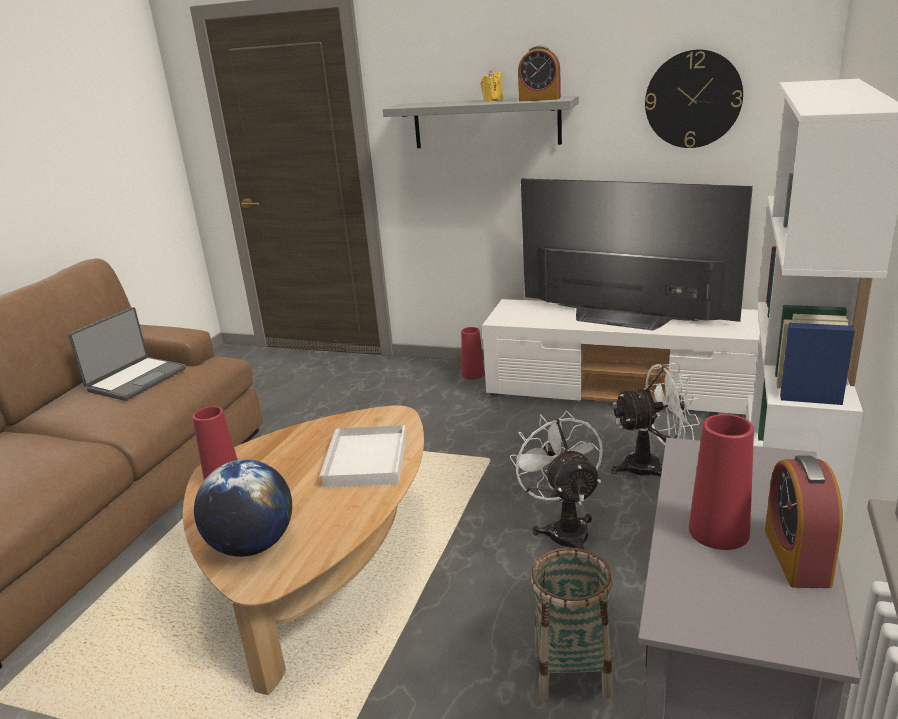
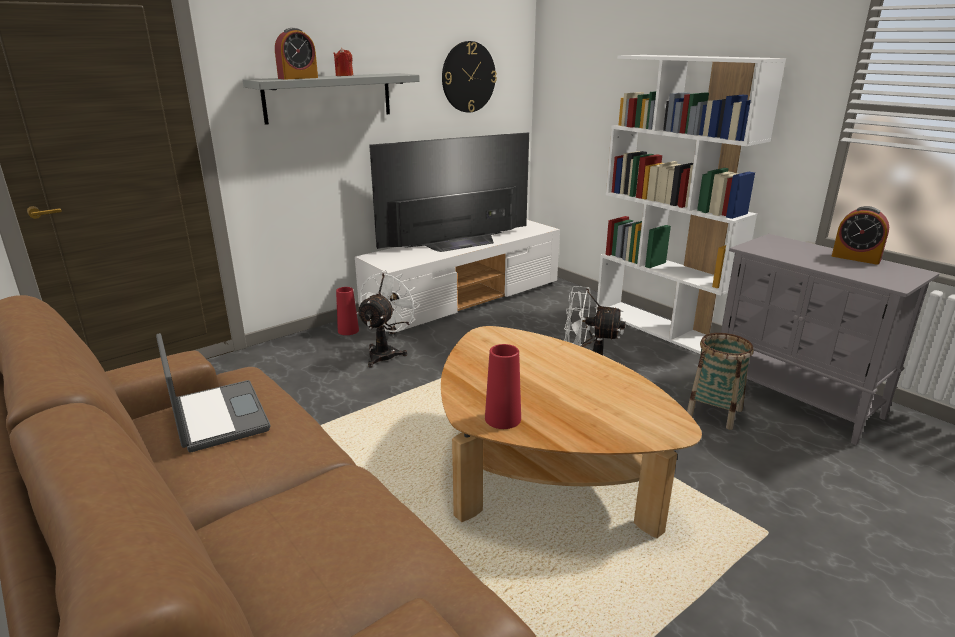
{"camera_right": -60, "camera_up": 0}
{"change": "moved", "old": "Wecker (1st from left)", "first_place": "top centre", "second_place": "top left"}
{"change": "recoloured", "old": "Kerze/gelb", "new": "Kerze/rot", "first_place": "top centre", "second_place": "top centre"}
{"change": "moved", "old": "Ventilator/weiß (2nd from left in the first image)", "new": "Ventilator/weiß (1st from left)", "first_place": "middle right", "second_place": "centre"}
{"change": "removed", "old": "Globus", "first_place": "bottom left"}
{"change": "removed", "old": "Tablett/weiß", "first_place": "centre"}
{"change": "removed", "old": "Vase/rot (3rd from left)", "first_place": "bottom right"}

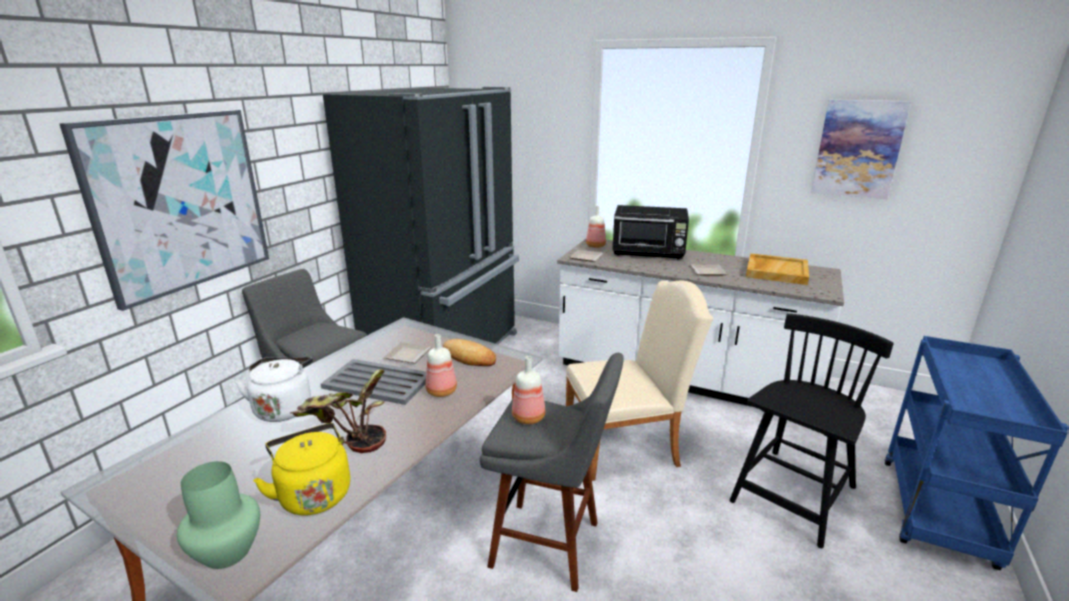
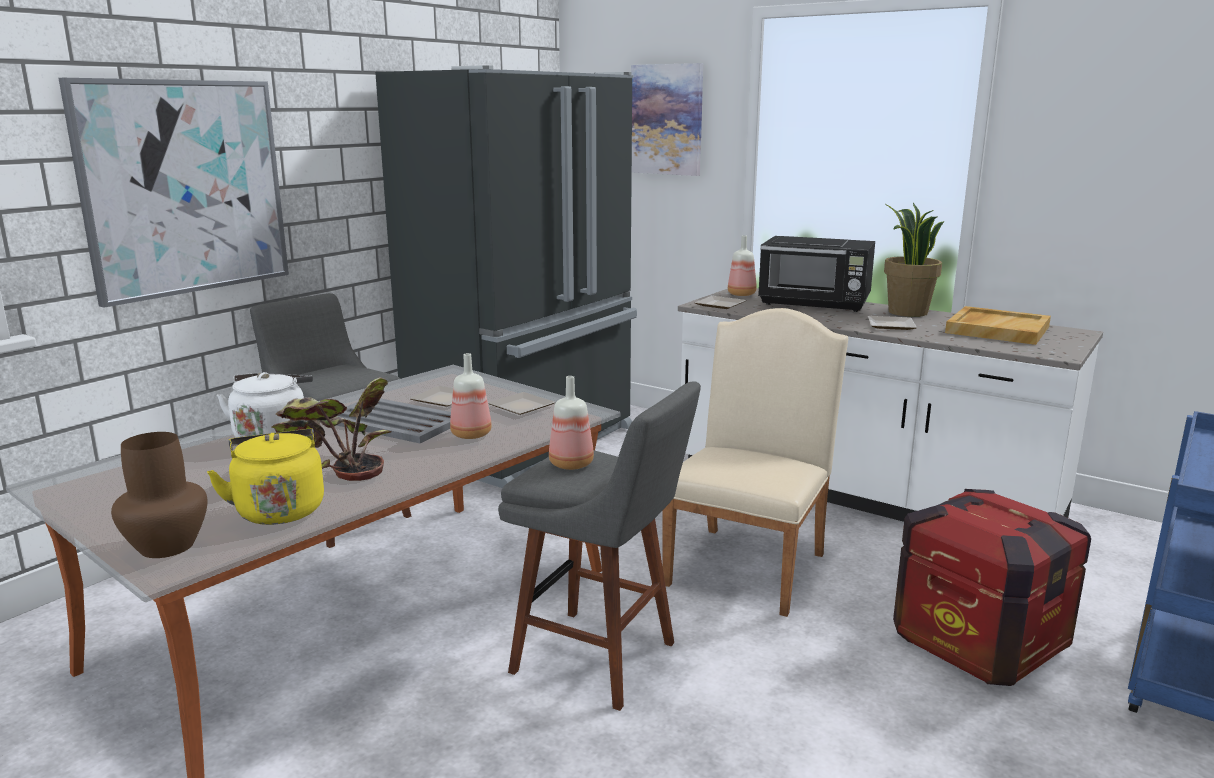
{"camera_right": 10, "camera_up": -5}
{"change": "recoloured", "old": "Vase/grün", "new": "Vase/braun", "first_place": "bottom left", "second_place": "middle left"}
{"change": "replaced", "old": "Brot", "new": "Teller (2nd from left)", "first_place": "centre", "second_place": "centre"}
{"change": "moved", "old": "Bild (2nd from left)", "first_place": "top right", "second_place": "top centre"}
{"change": "turned", "old": "Stuhl/beige", "first_place": "centre", "second_place": "centre", "degrees": -60}
{"change": "added", "new": "Topfpflanze (2nd from left)", "second_place": "middle right"}
{"change": "replaced", "old": "Stuhl/schwarz", "new": "Kiste", "first_place": "bottom right", "second_place": "bottom right"}

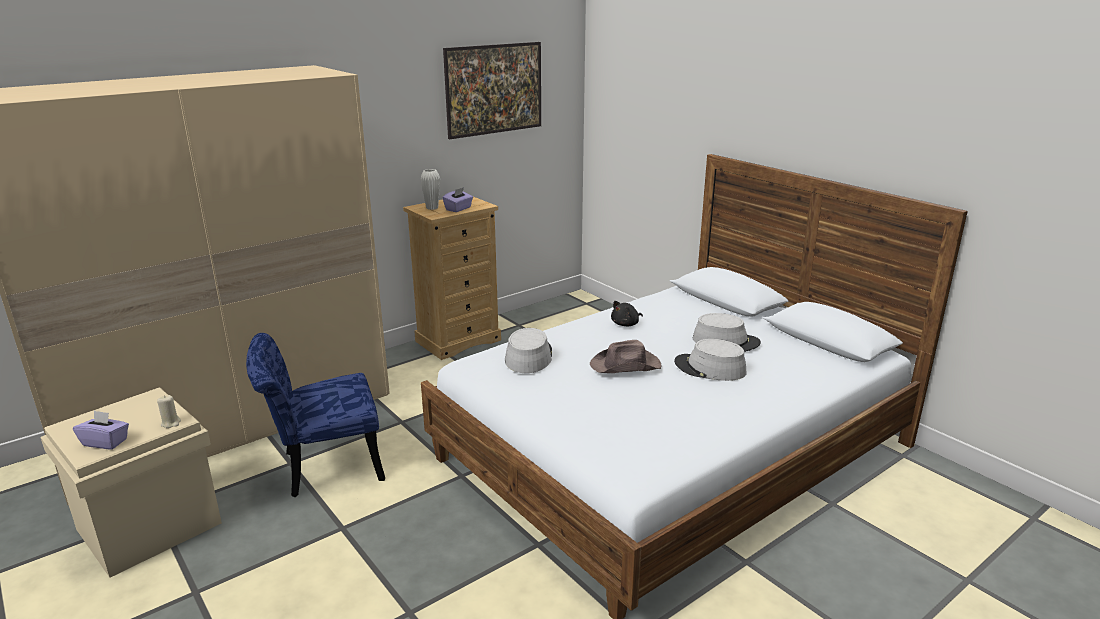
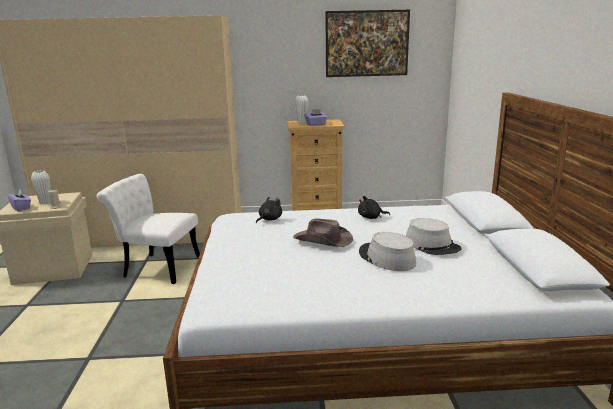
{"camera_right": 35, "camera_up": -5}
{"change": "added", "new": "Vase/weiß (1st from left)", "second_place": "middle left"}
{"change": "recoloured", "old": "Stuhl/blau", "new": "Stuhl/weiß", "first_place": "bottom left", "second_place": "middle left"}
{"change": "replaced", "old": "Hut/grau (1st from left)", "new": "Plüschtier/schwarz (1st from left)", "first_place": "centre", "second_place": "centre"}

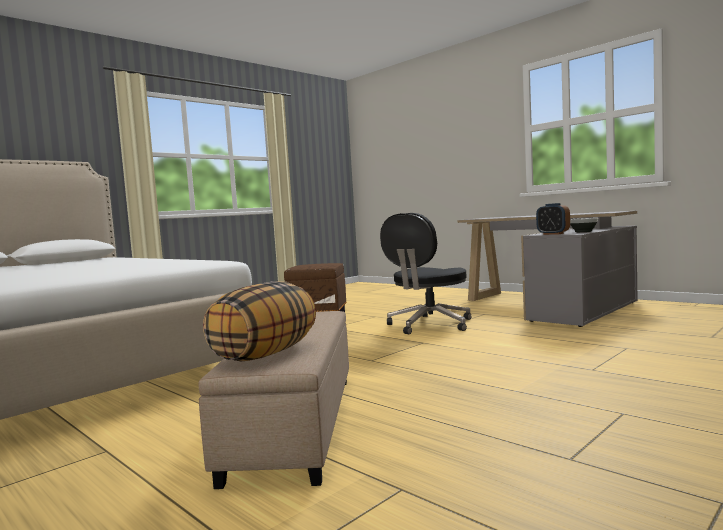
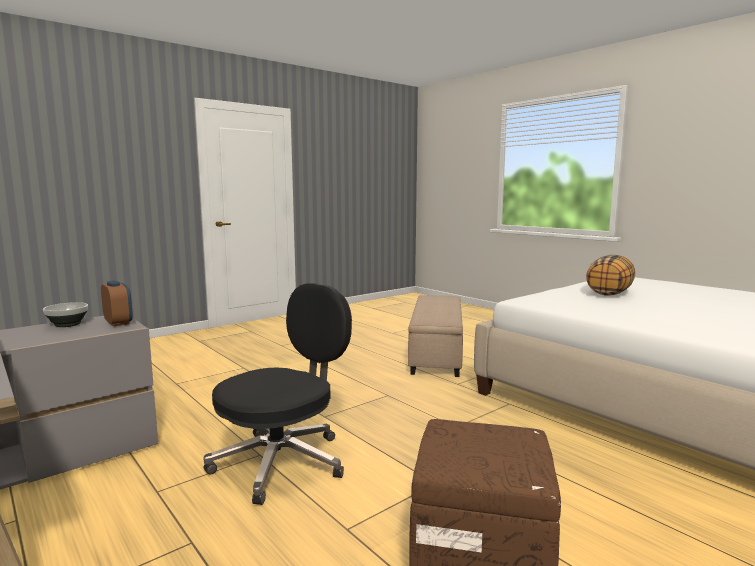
{"camera_right": -175, "camera_up": 5}
{"change": "moved", "old": "Kissen", "first_place": "centre", "second_place": "middle right"}

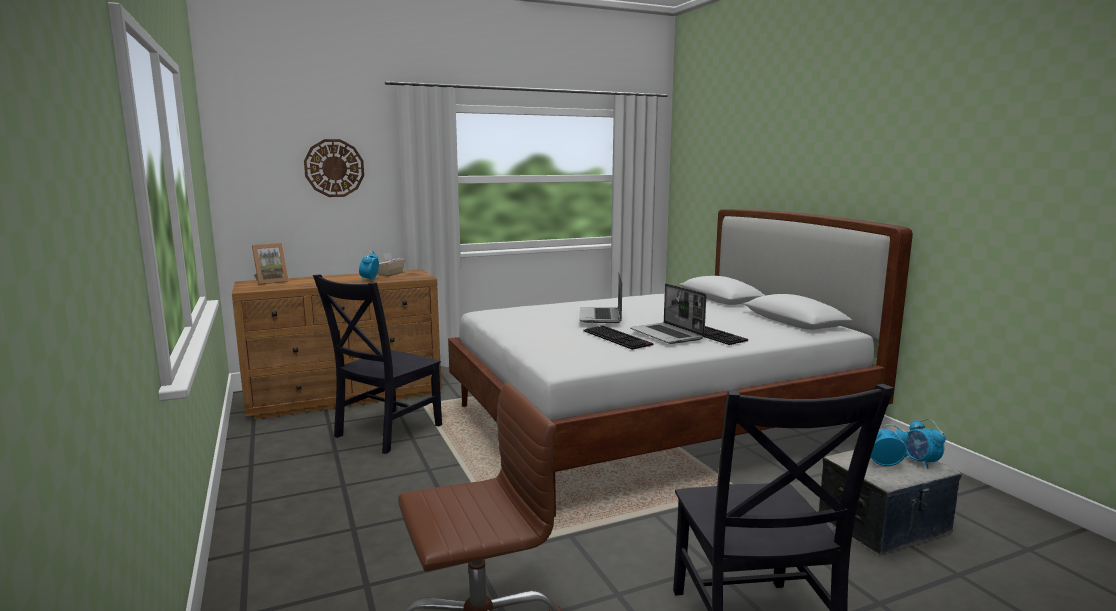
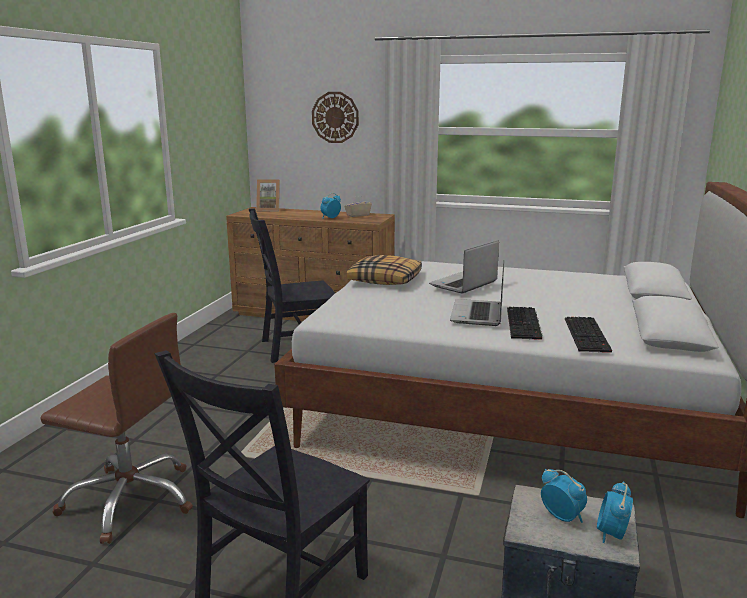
{"camera_right": 40, "camera_up": 5}
{"change": "added", "new": "Kissen", "second_place": "centre"}
{"change": "moved", "old": "Tastatur (1st from left in the first image)", "new": "Tastatur (2nd from left)", "first_place": "centre", "second_place": "middle right"}

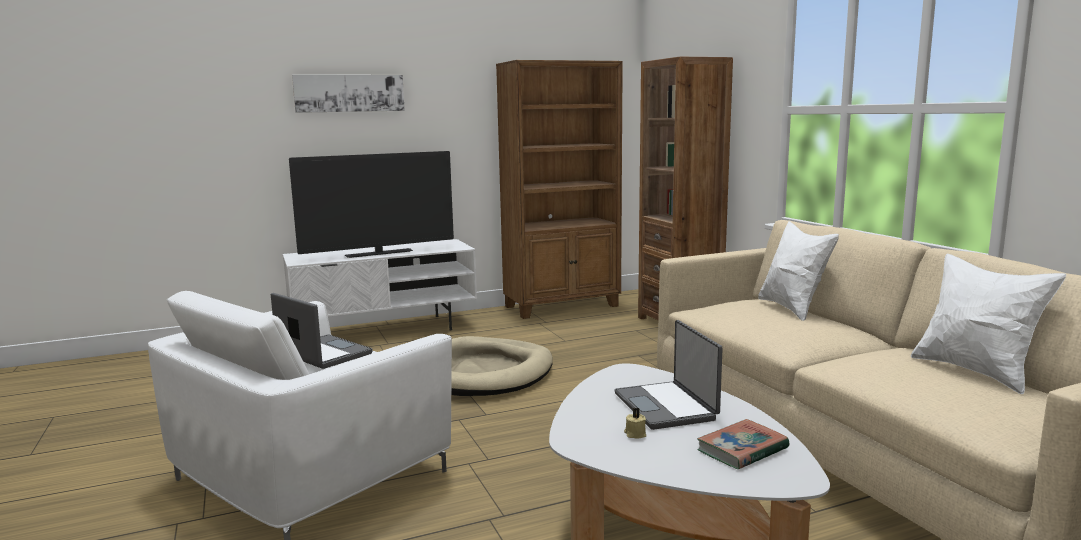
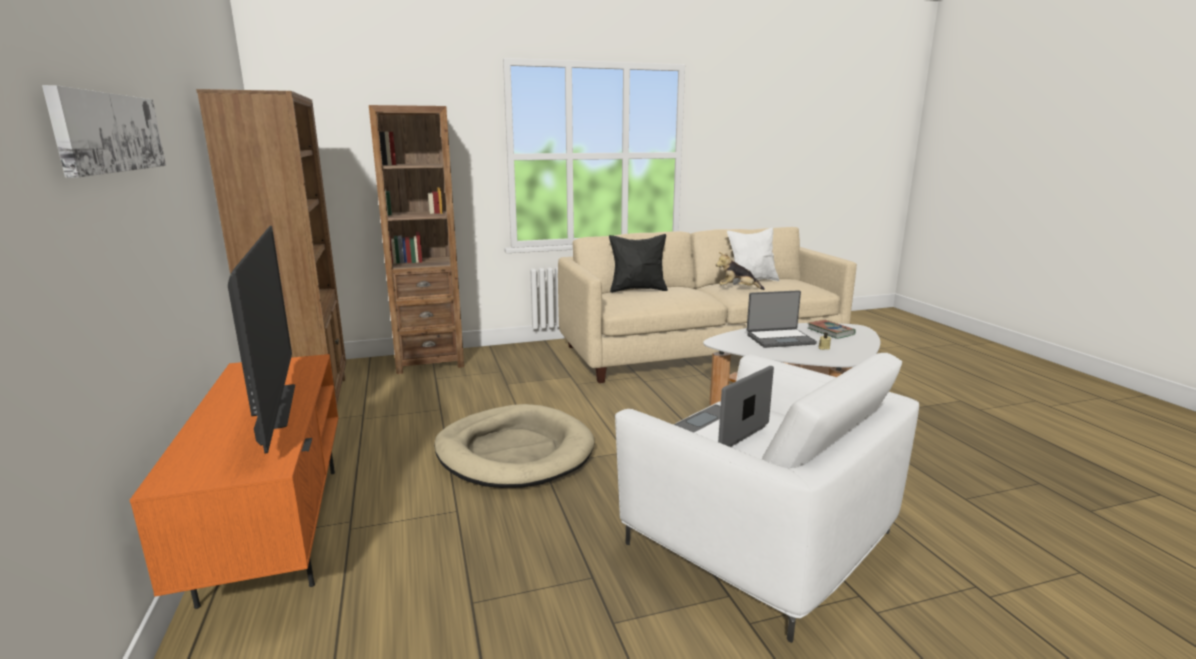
{"camera_right": -85, "camera_up": 5}
{"change": "recoloured", "old": "Fernsehschrank/weiß", "new": "Fernsehschrank/orange", "first_place": "centre", "second_place": "bottom left"}
{"change": "recoloured", "old": "Kissen/weiß (1st from left)", "new": "Kissen/schwarz", "first_place": "middle right", "second_place": "centre"}
{"change": "added", "new": "Plüschtier", "second_place": "centre"}

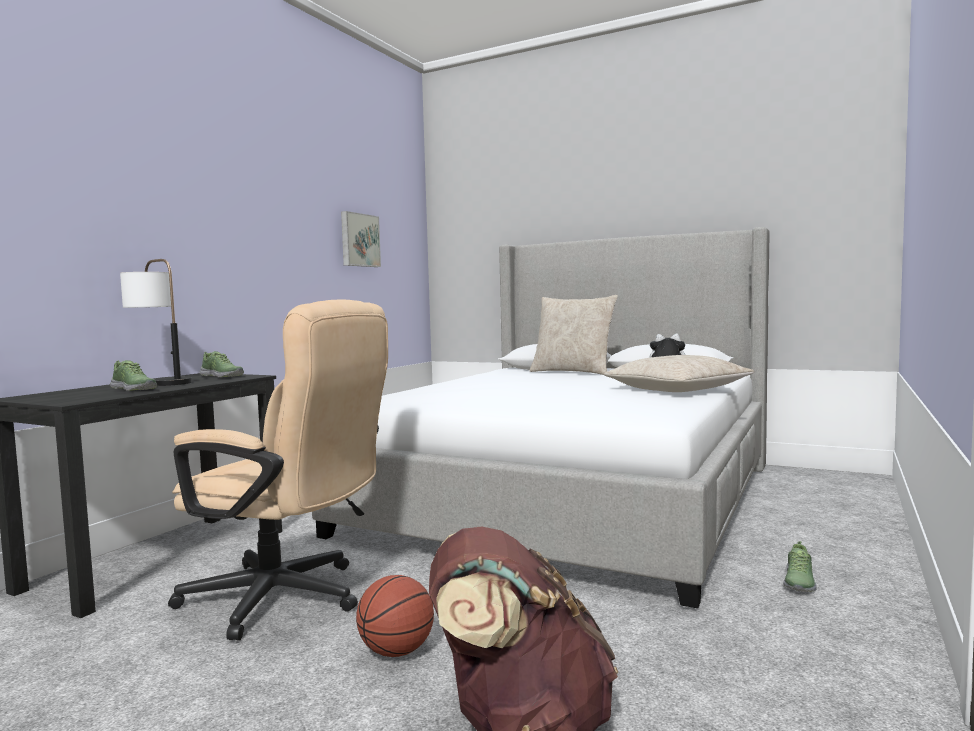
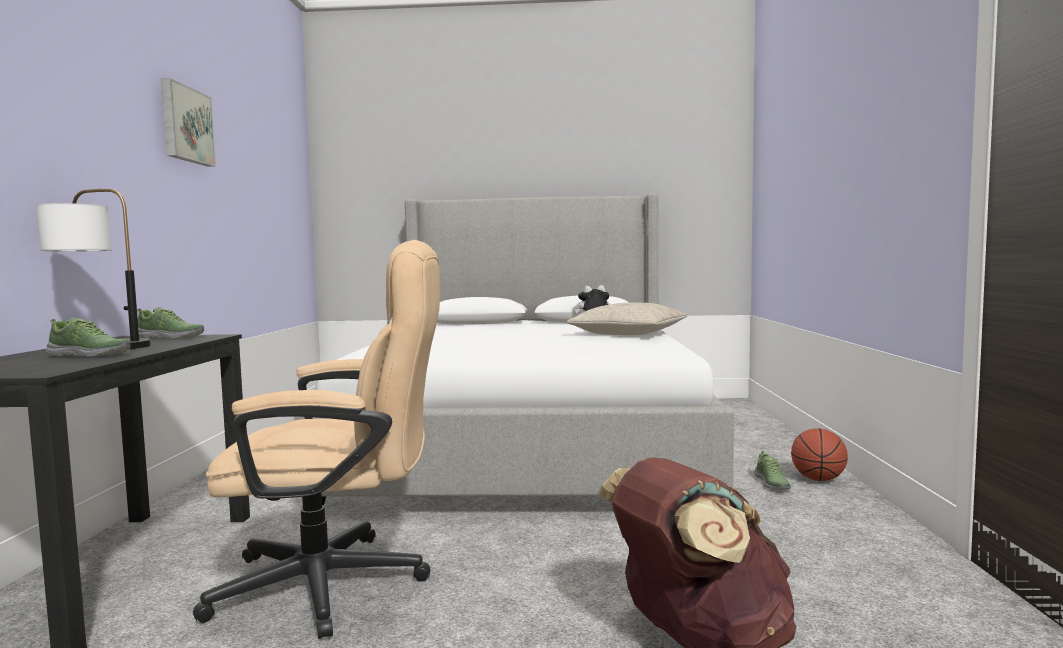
{"camera_right": -25, "camera_up": 0}
{"change": "moved", "old": "Bild", "first_place": "top centre", "second_place": "top left"}
{"change": "moved", "old": "Basketball", "first_place": "bottom centre", "second_place": "bottom right"}
{"change": "removed", "old": "Kissen/beige (1st from left)", "first_place": "centre"}

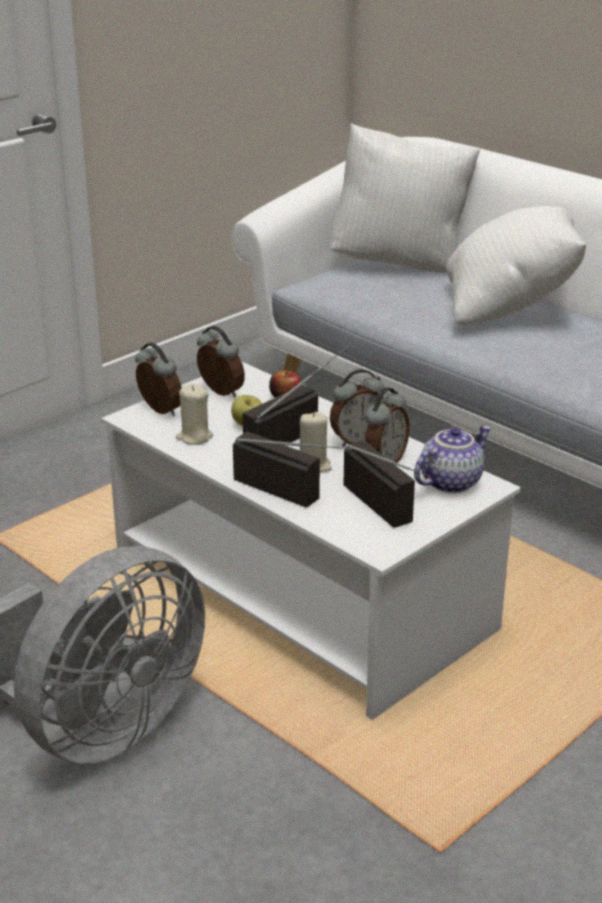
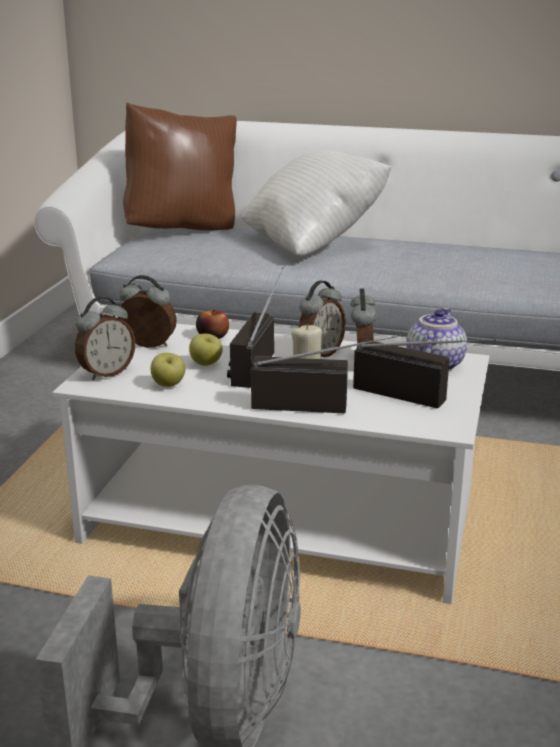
{"camera_right": -30, "camera_up": -5}
{"change": "turned", "old": "Wecker (1st from left)", "first_place": "middle left", "second_place": "middle left", "degrees": 120}
{"change": "recoloured", "old": "Kissen/weiß (1st from left)", "new": "Kissen/braun", "first_place": "top right", "second_place": "top left"}
{"change": "replaced", "old": "Kerze/beige (1st from left)", "new": "Apfel (1st from left)", "first_place": "middle left", "second_place": "middle left"}

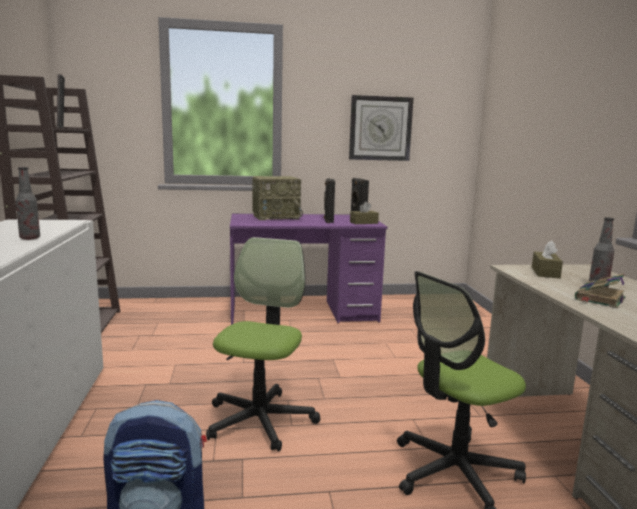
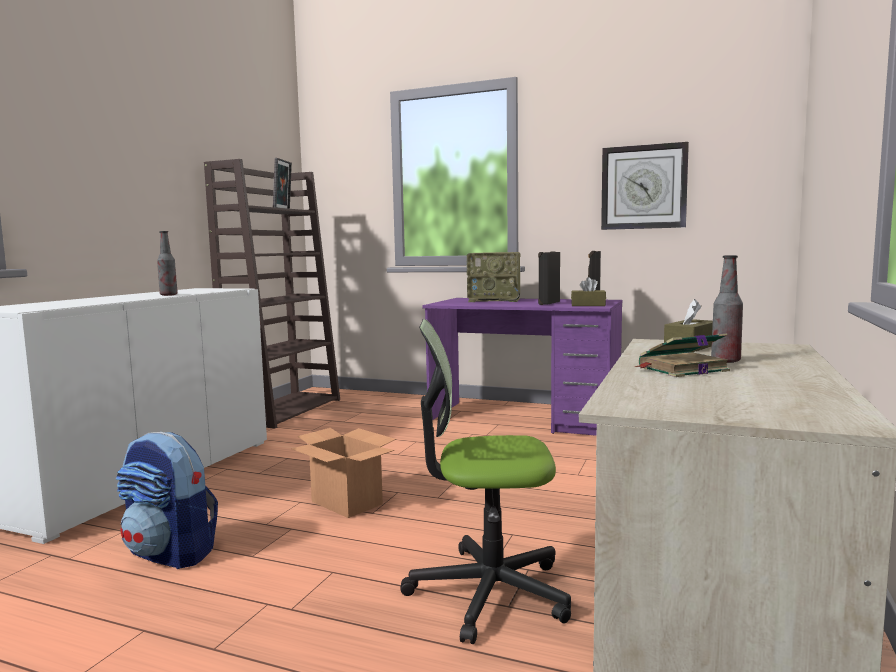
{"camera_right": 30, "camera_up": -5}
{"change": "replaced", "old": "Bürostuhl (1st from left)", "new": "Karton", "first_place": "bottom centre", "second_place": "bottom centre"}

